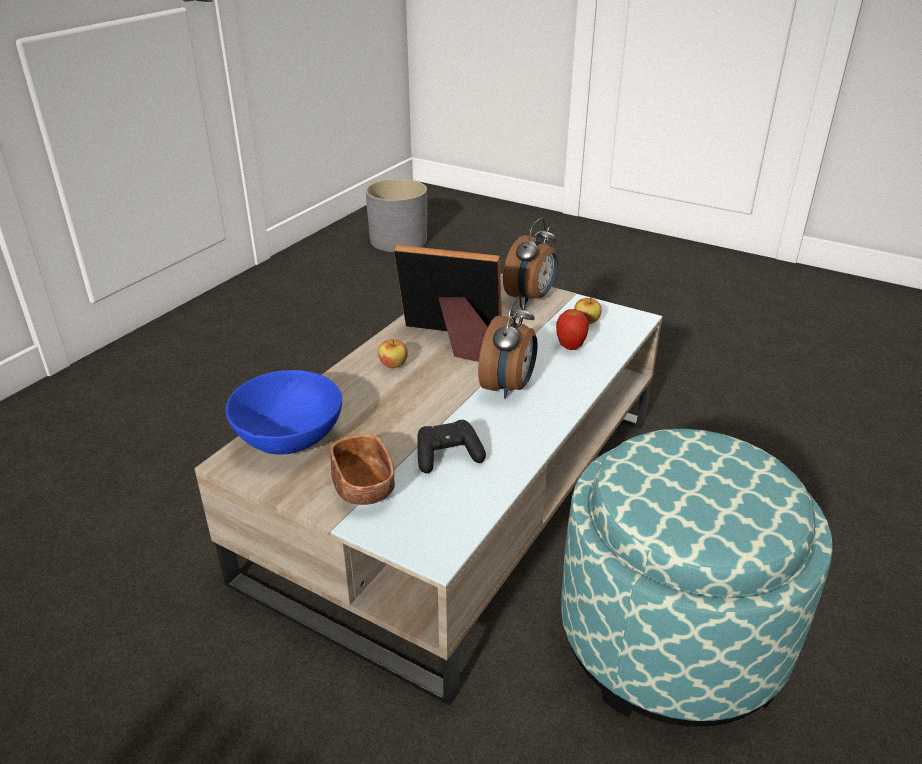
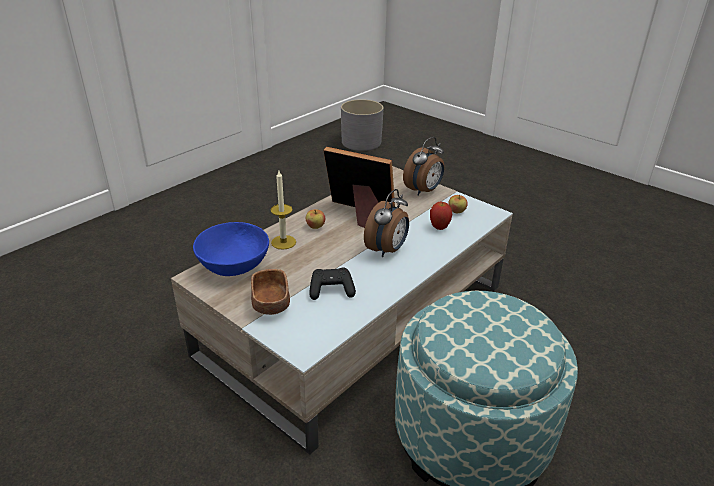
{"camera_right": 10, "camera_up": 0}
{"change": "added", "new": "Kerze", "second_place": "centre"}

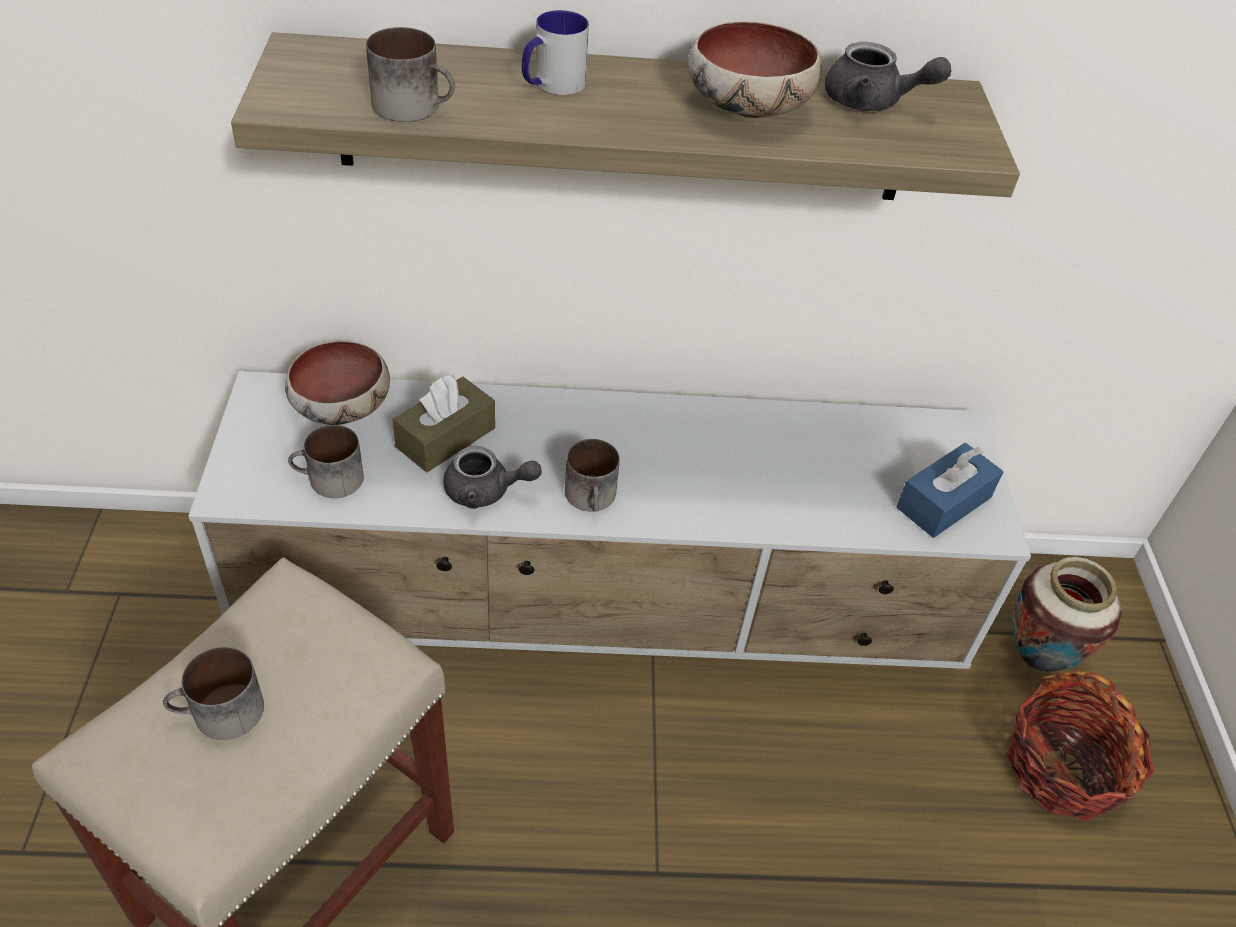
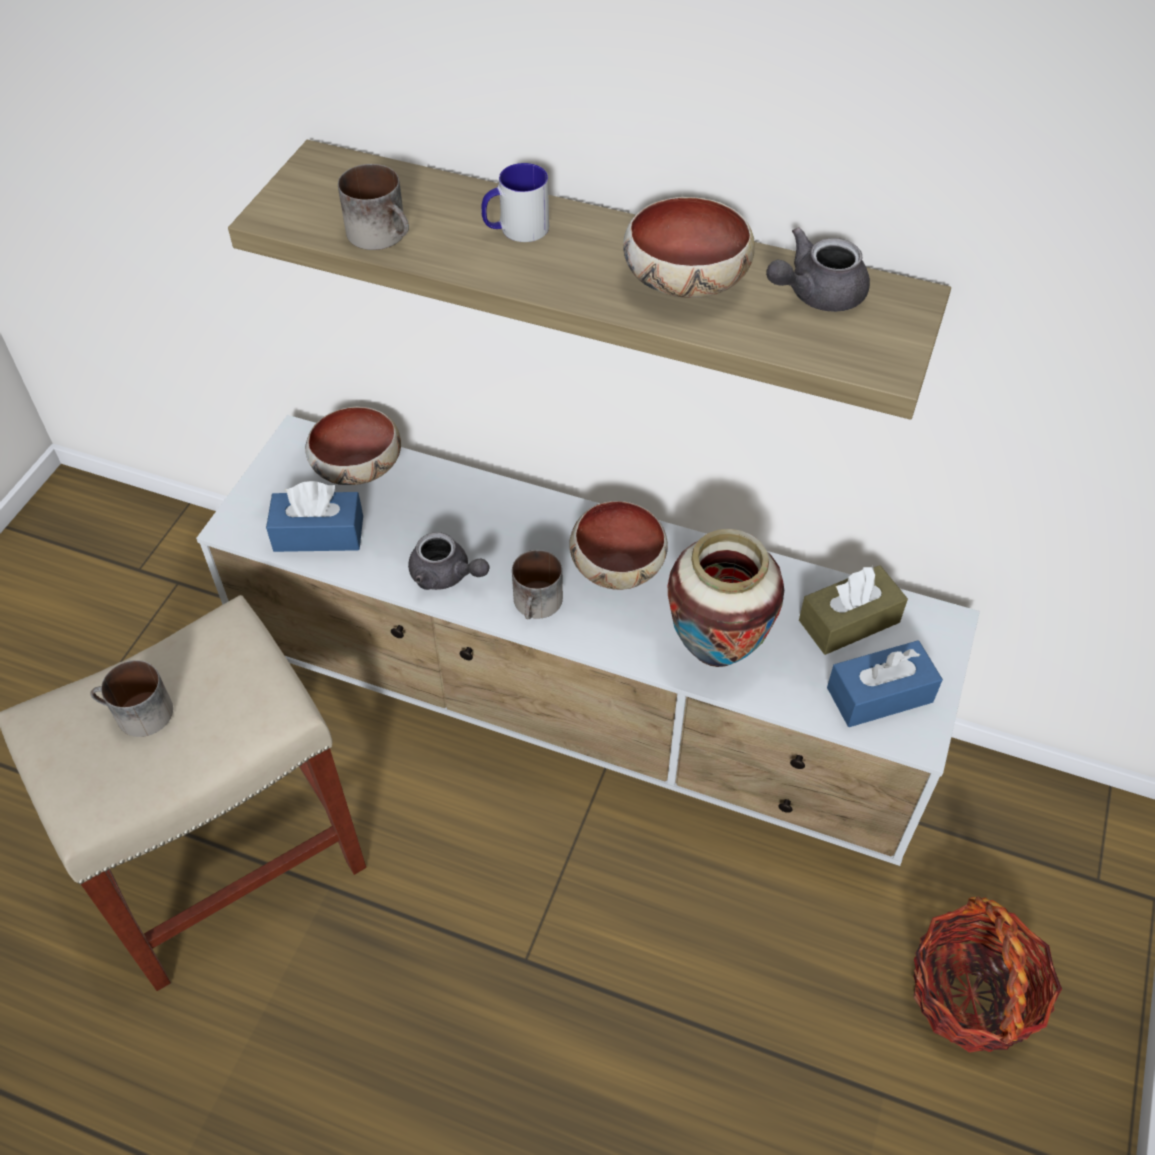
{"camera_right": 25, "camera_up": 5}
{"change": "replaced", "old": "Henkelbecher (2nd from left)", "new": "Taschentuchbox/blau (1st from left)", "first_place": "middle left", "second_place": "middle left"}
{"change": "added", "new": "Schüssel (2nd from left)", "second_place": "centre"}
{"change": "moved", "old": "Vase", "first_place": "middle right", "second_place": "centre"}
{"change": "turned", "old": "Teekanne/grau (2nd from left)", "first_place": "top right", "second_place": "top right", "degrees": 105}
{"change": "moved", "old": "Taschentuchbox/braun", "first_place": "centre", "second_place": "middle right"}

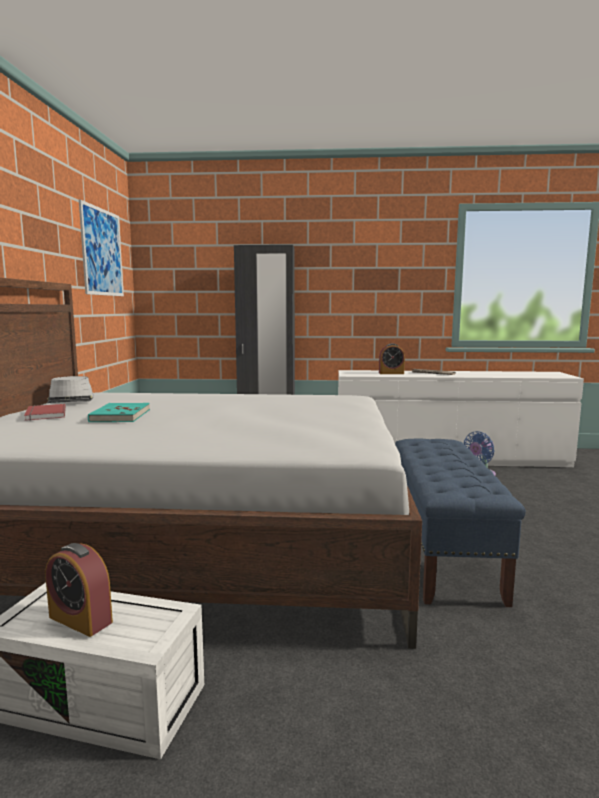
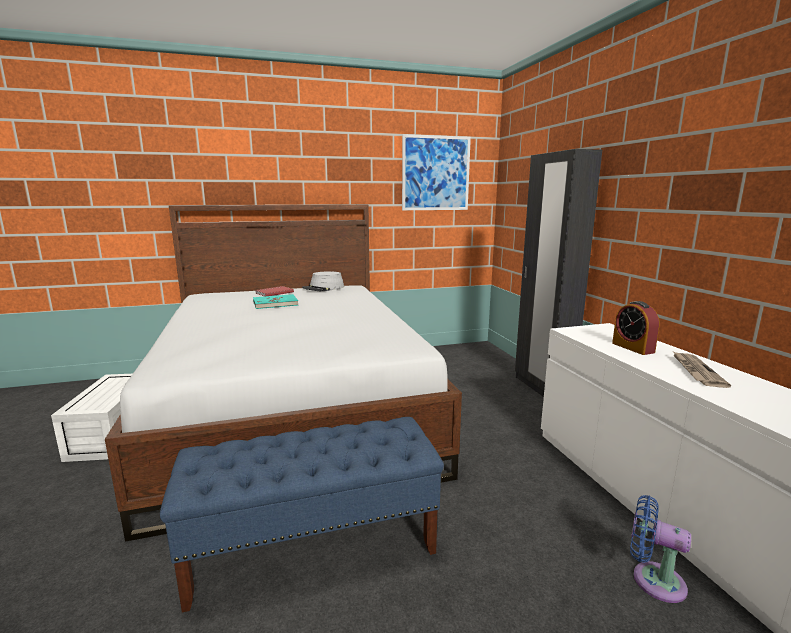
{"camera_right": 70, "camera_up": 5}
{"change": "removed", "old": "Wecker (1st from left)", "first_place": "bottom left"}

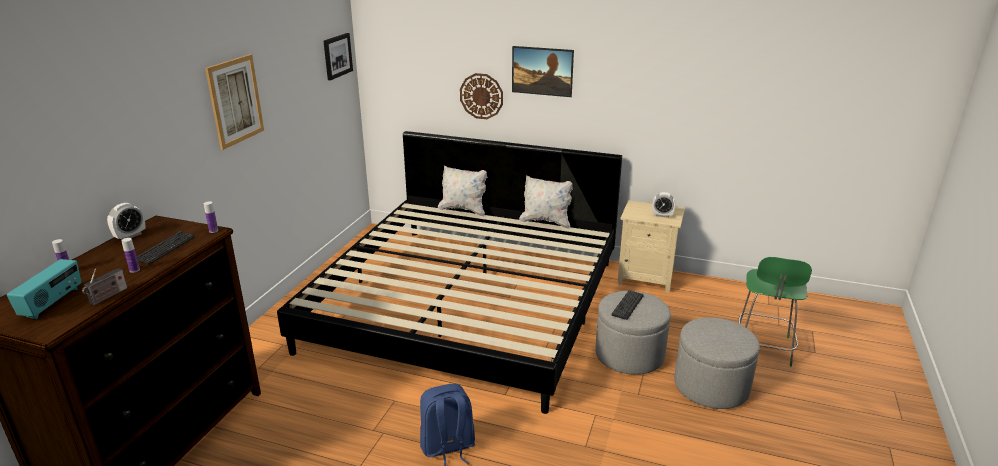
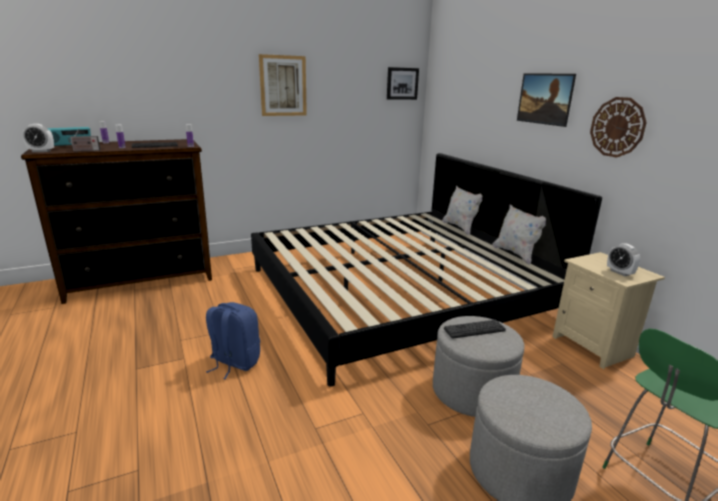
{"camera_right": 45, "camera_up": -5}
{"change": "moved", "old": "Wecker (1st from left)", "first_place": "middle left", "second_place": "top left"}
{"change": "moved", "old": "Wanduhr", "first_place": "top centre", "second_place": "top right"}

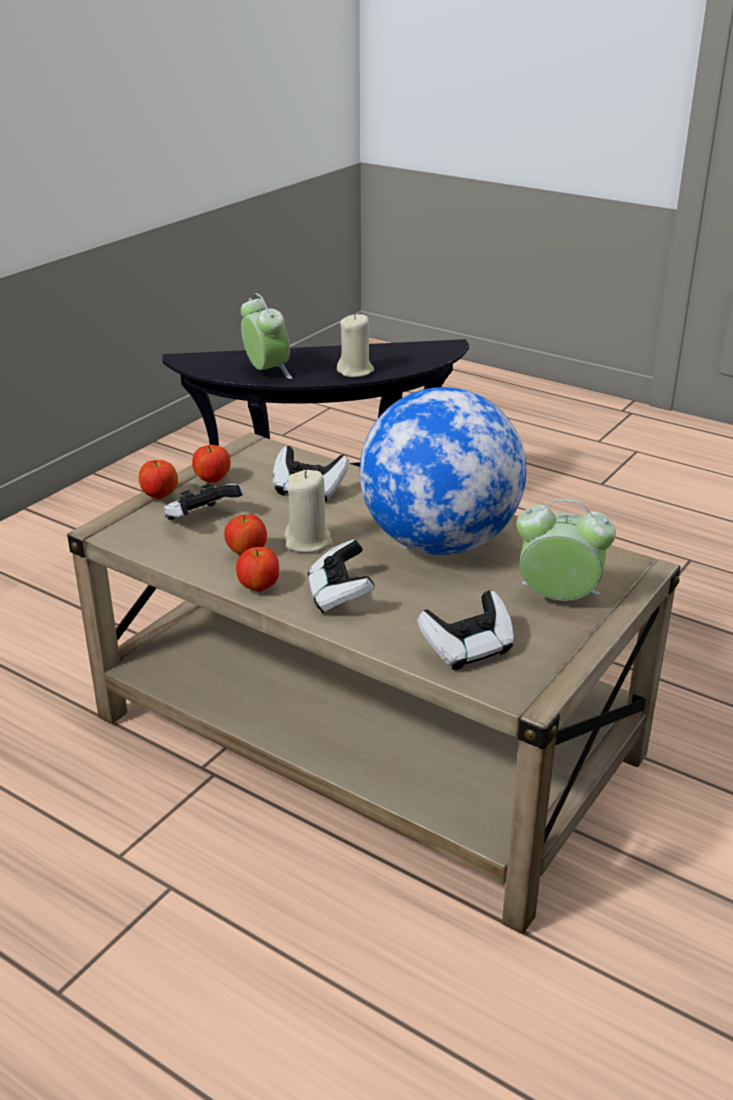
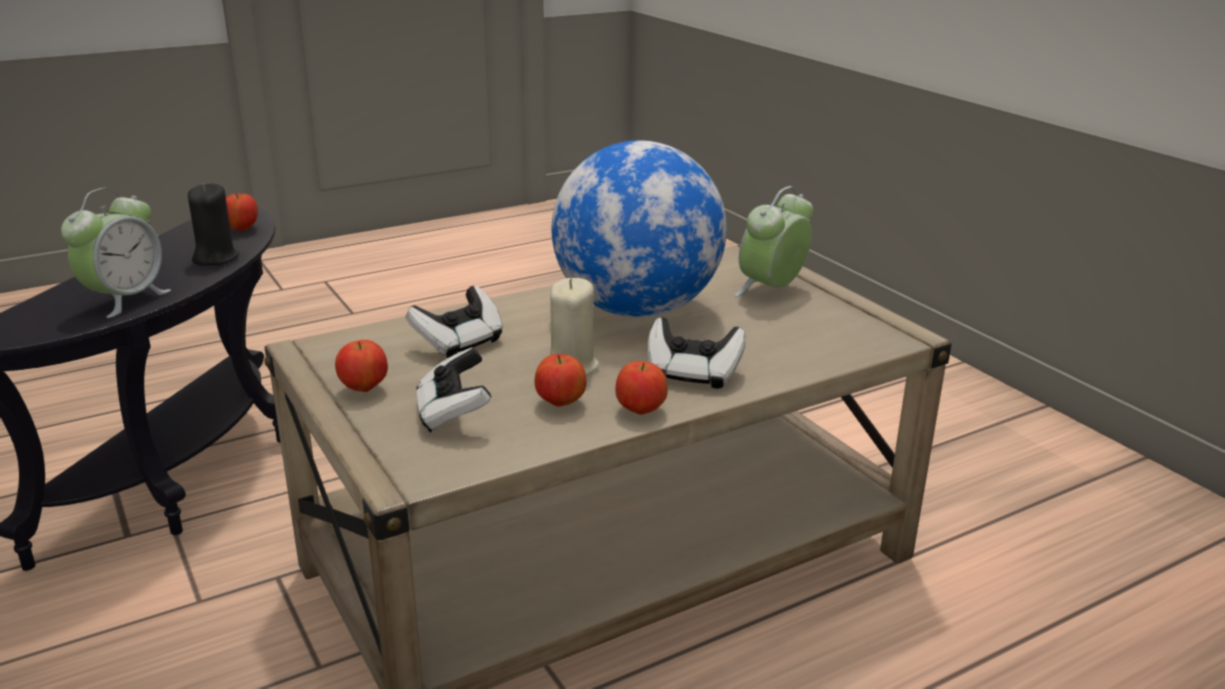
{"camera_right": -65, "camera_up": -5}
{"change": "turned", "old": "Wecker (1st from left)", "first_place": "top centre", "second_place": "middle left", "degrees": 120}
{"change": "recoloured", "old": "Kerze/beige (2nd from left)", "new": "Kerze/schwarz", "first_place": "top centre", "second_place": "top left"}
{"change": "moved", "old": "Apfel (1st from left)", "first_place": "middle left", "second_place": "top left"}
{"change": "removed", "old": "Gamepad (4th from left)", "first_place": "centre"}

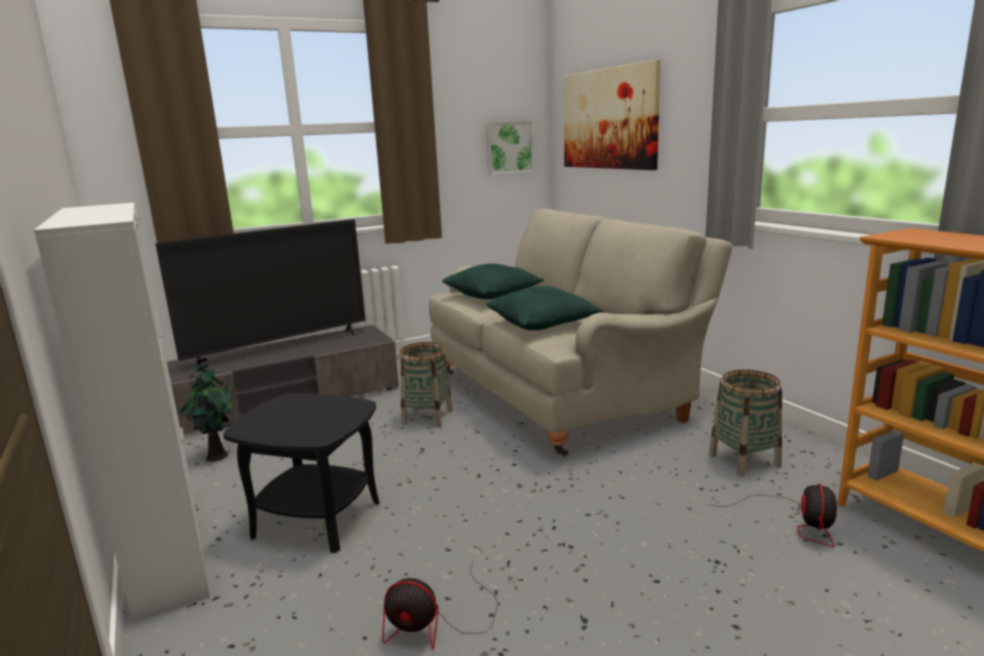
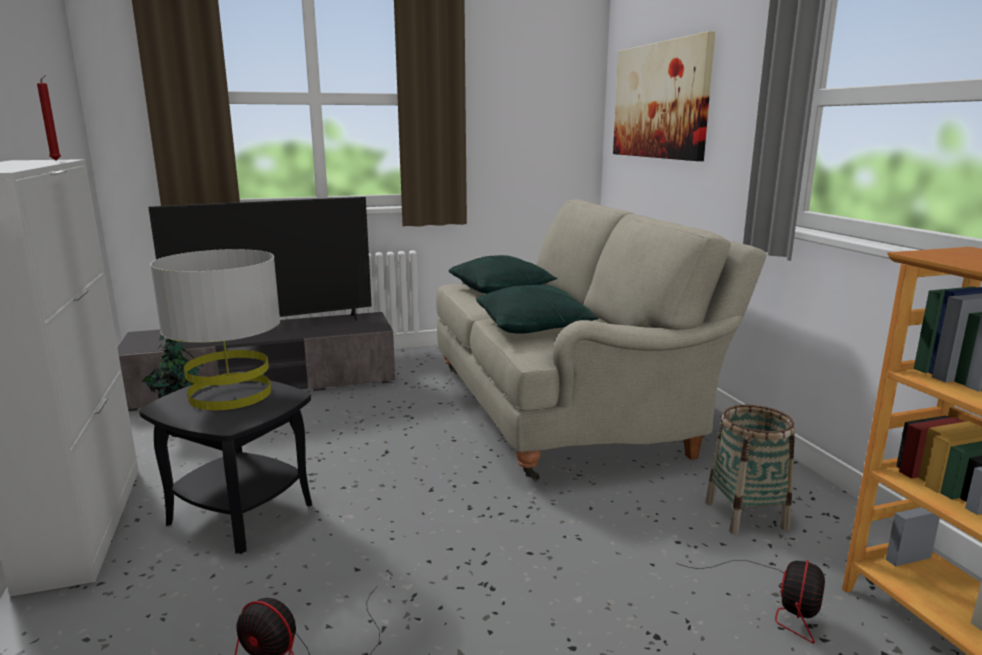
{"camera_right": 10, "camera_up": 0}
{"change": "added", "new": "Kerze/rot", "second_place": "top left"}
{"change": "added", "new": "Tischlampe/grau", "second_place": "middle left"}
{"change": "removed", "old": "Korb (1st from left)", "first_place": "centre"}
{"change": "removed", "old": "Bild (1st from left)", "first_place": "top centre"}

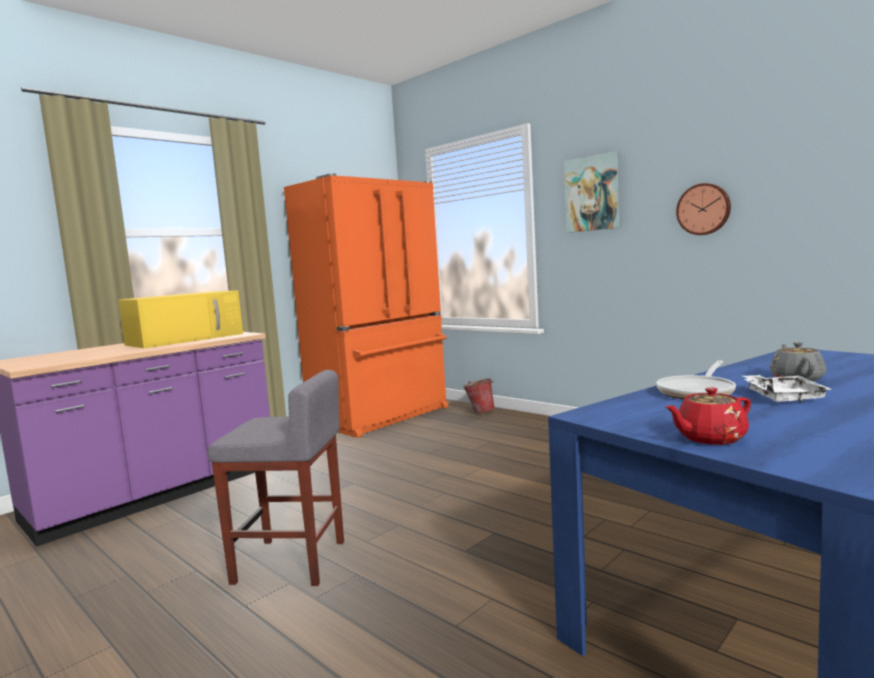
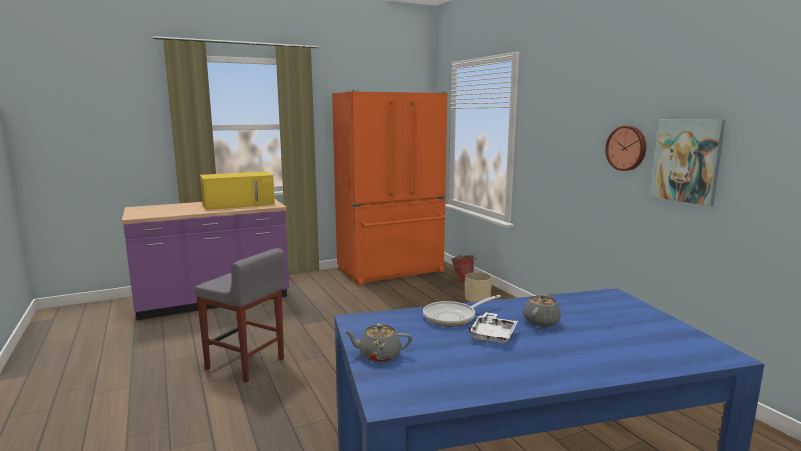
{"camera_right": 20, "camera_up": 5}
{"change": "recoloured", "old": "Teekanne/rot", "new": "Teekanne/grau (1st from left)", "first_place": "middle right", "second_place": "bottom centre"}
{"change": "added", "new": "Pflanzkübel/beige", "second_place": "centre"}
{"change": "moved", "old": "Bild", "first_place": "top right", "second_place": "middle right"}

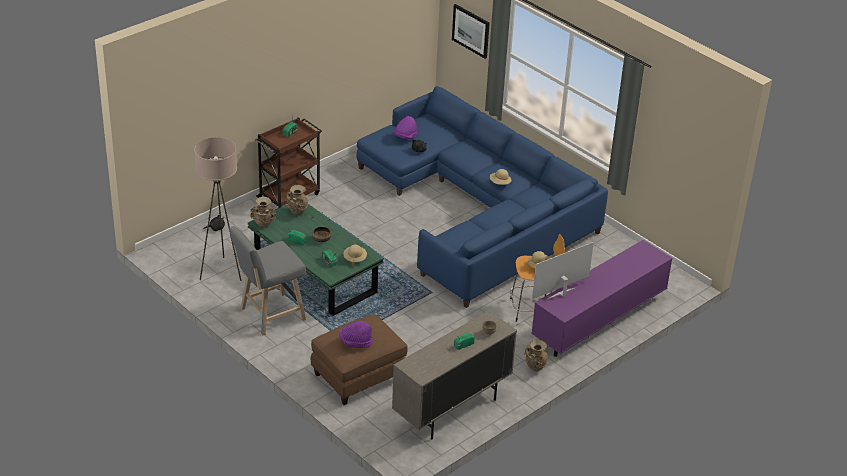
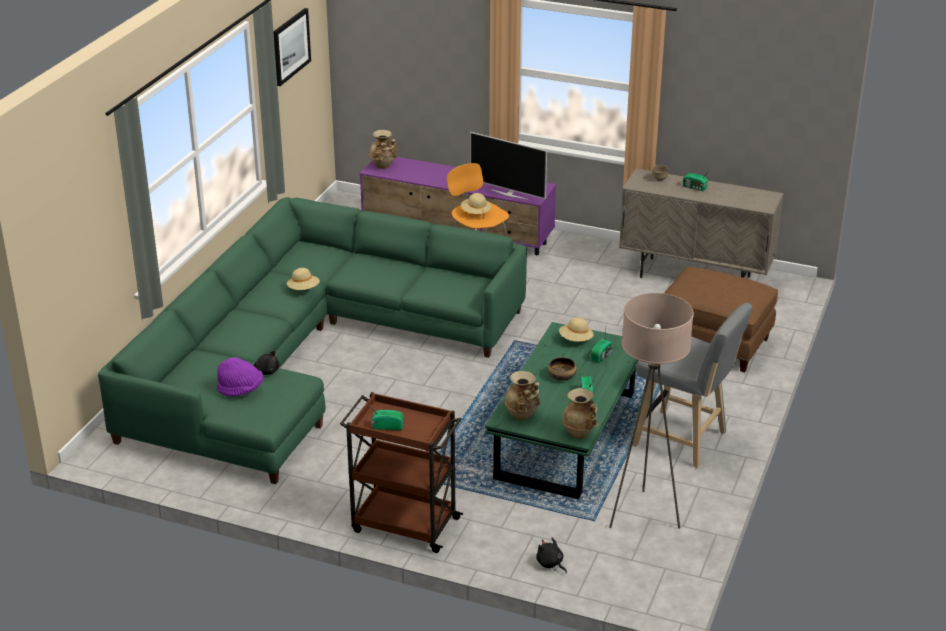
{"camera_right": -115, "camera_up": -5}
{"change": "recoloured", "old": "Sofa/blau", "new": "Sofa/grün", "first_place": "centre", "second_place": "middle left"}
{"change": "moved", "old": "Bild", "first_place": "top centre", "second_place": "top left"}
{"change": "moved", "old": "Vase/beige (3rd from left in the first image)", "new": "Vase/beige (1st from left)", "first_place": "bottom centre", "second_place": "top centre"}
{"change": "removed", "old": "Hut/lila (1st from left)", "first_place": "bottom centre"}

